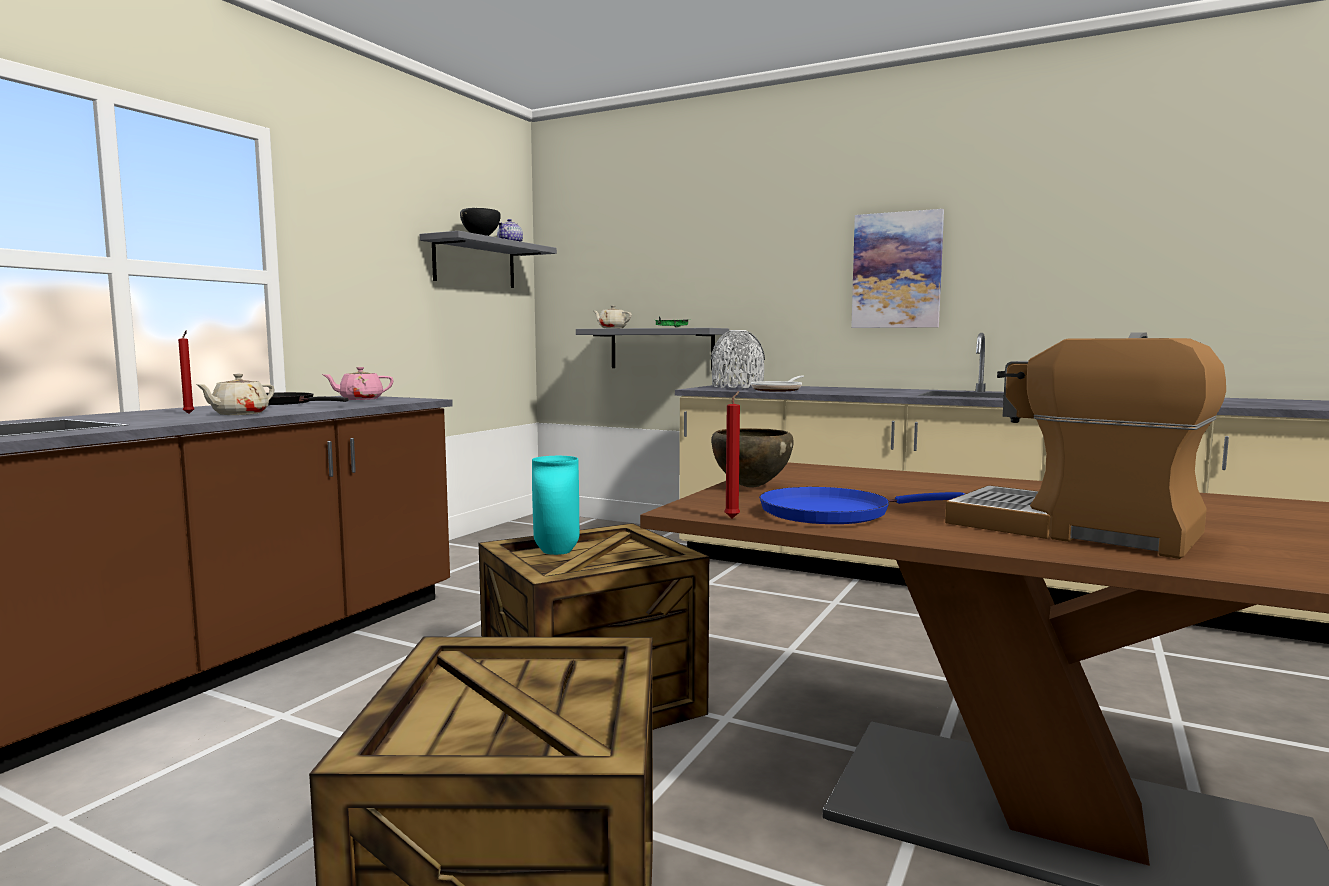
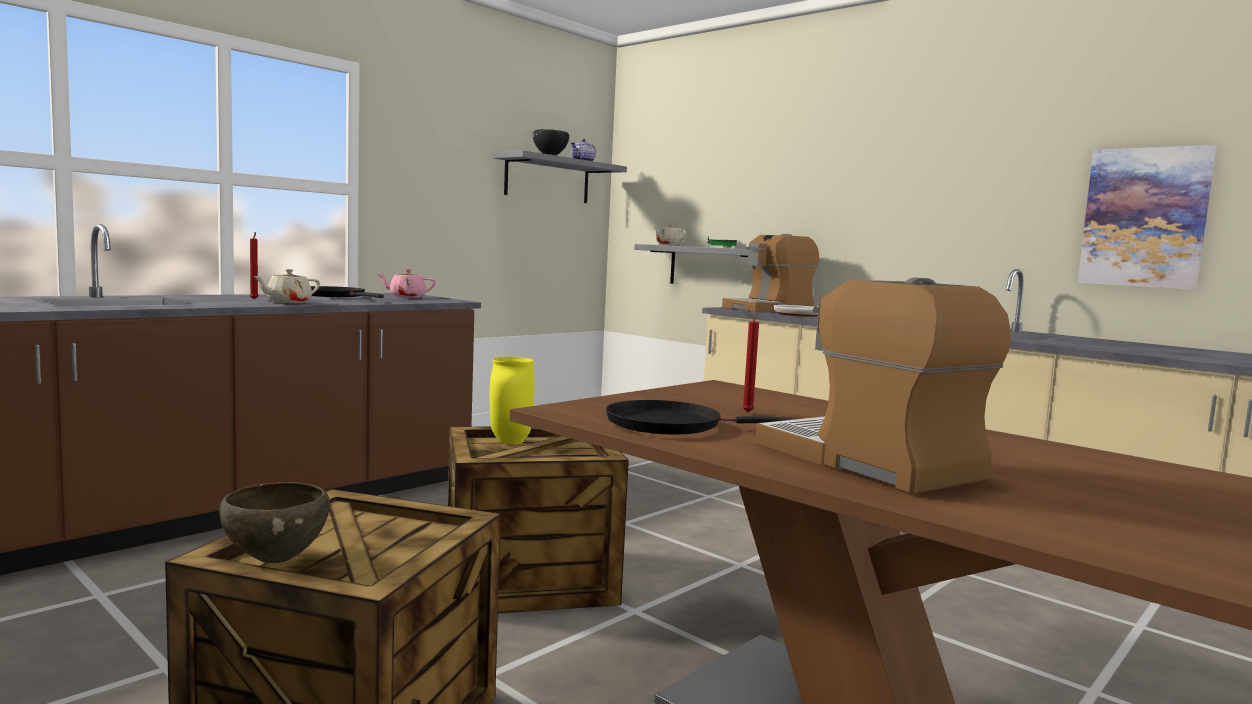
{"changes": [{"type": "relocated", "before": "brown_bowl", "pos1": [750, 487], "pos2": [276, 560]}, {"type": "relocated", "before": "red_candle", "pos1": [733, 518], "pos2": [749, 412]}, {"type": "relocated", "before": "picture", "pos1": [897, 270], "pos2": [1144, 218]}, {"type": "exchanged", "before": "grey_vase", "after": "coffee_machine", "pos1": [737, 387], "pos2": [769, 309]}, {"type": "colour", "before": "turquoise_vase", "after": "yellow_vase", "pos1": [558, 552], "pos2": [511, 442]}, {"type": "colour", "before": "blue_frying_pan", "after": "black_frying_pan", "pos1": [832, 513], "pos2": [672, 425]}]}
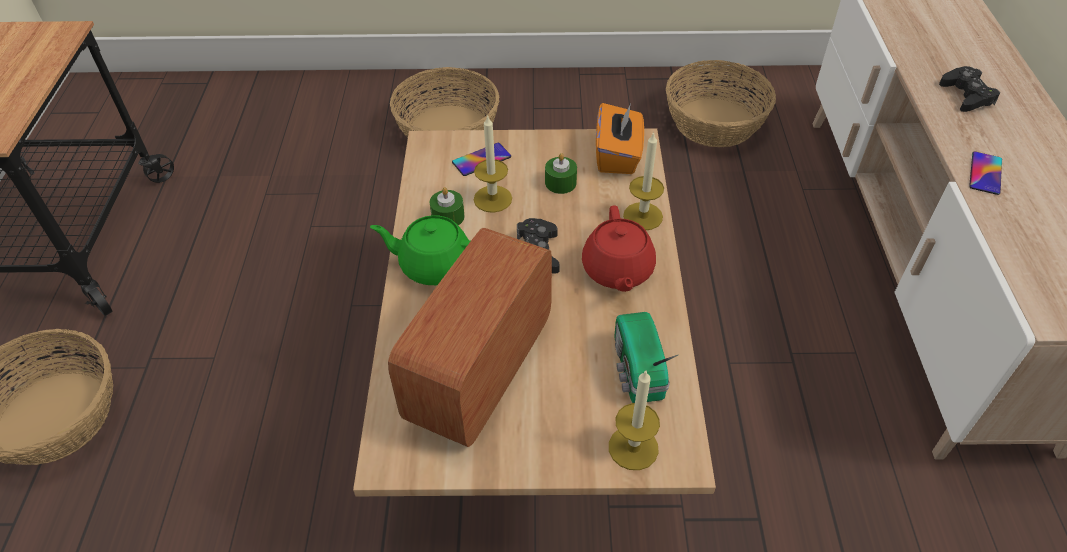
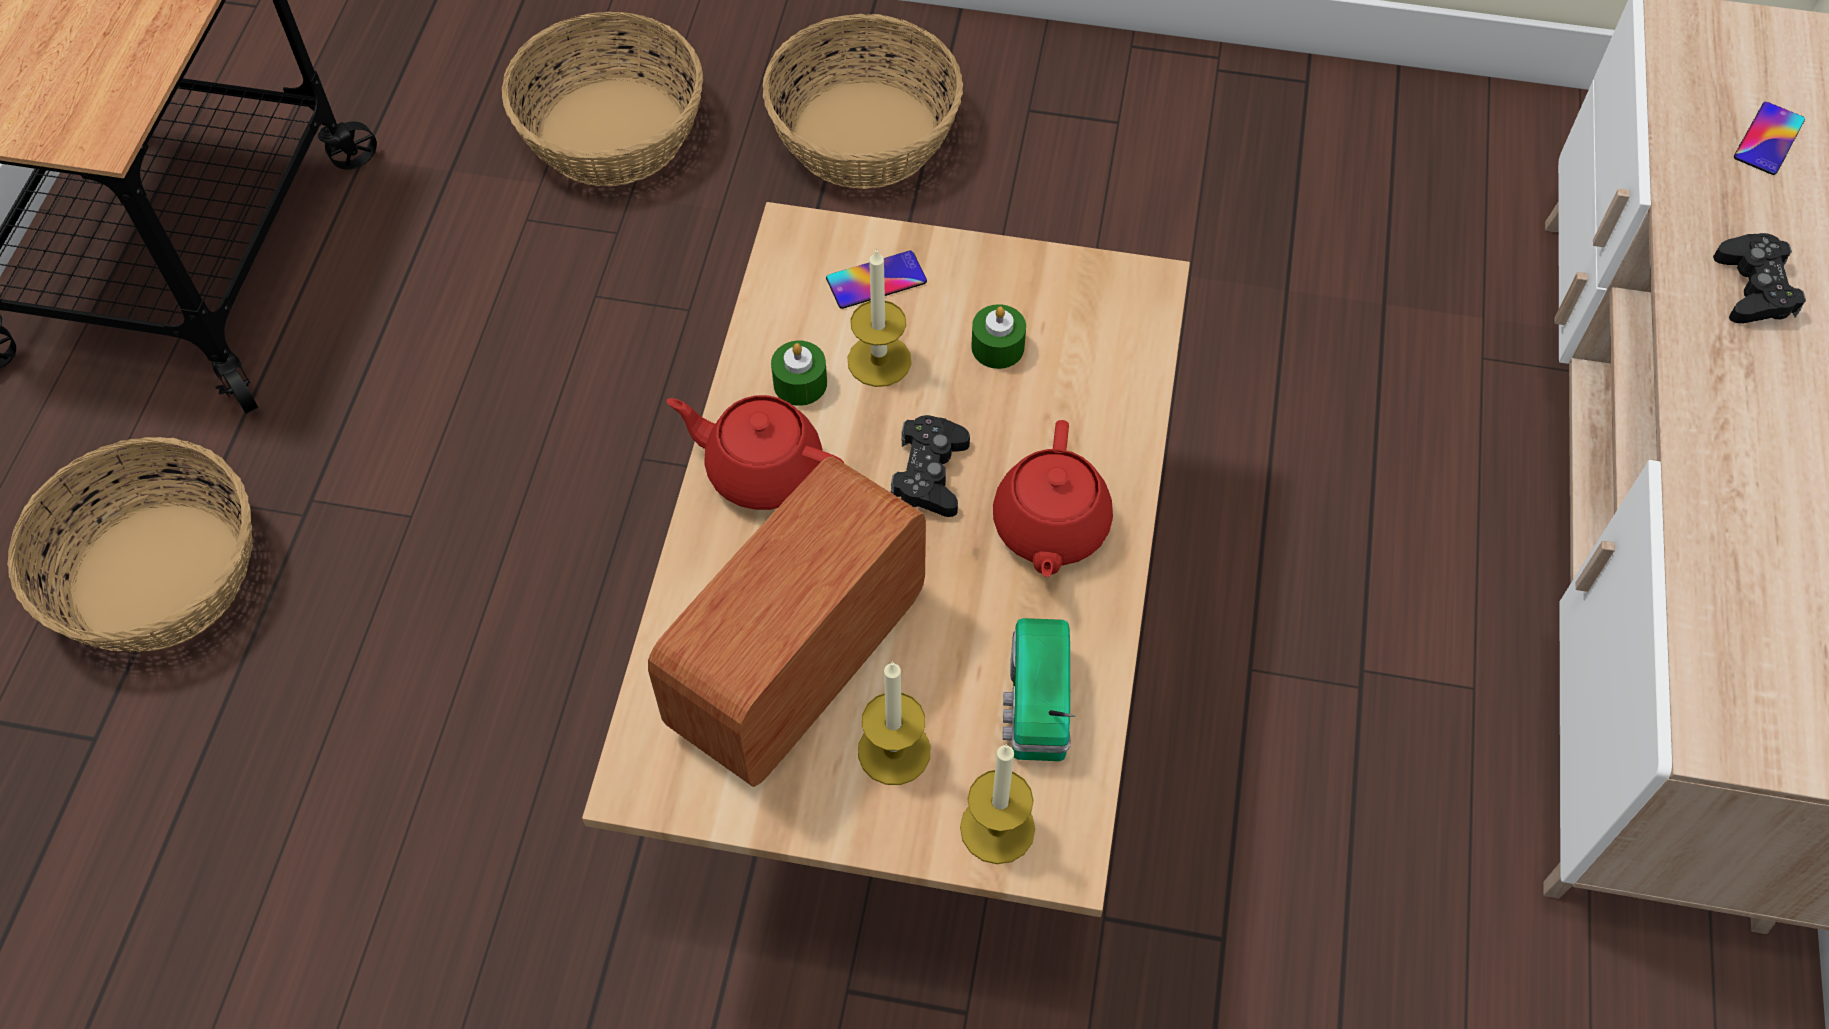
{"changes": [{"type": "missing", "before": "orange_tissue_box", "pos1": [618, 156]}, {"type": "relocated", "before": "candle", "pos1": [643, 216], "pos2": [894, 751]}, {"type": "relocated", "before": "basket", "pos1": [714, 122], "pos2": [612, 131]}, {"type": "relocated", "before": "phone", "pos1": [985, 173], "pos2": [1768, 139]}, {"type": "colour", "before": "green_teapot", "after": "red_teapot", "pos1": [434, 265], "pos2": [762, 469]}]}
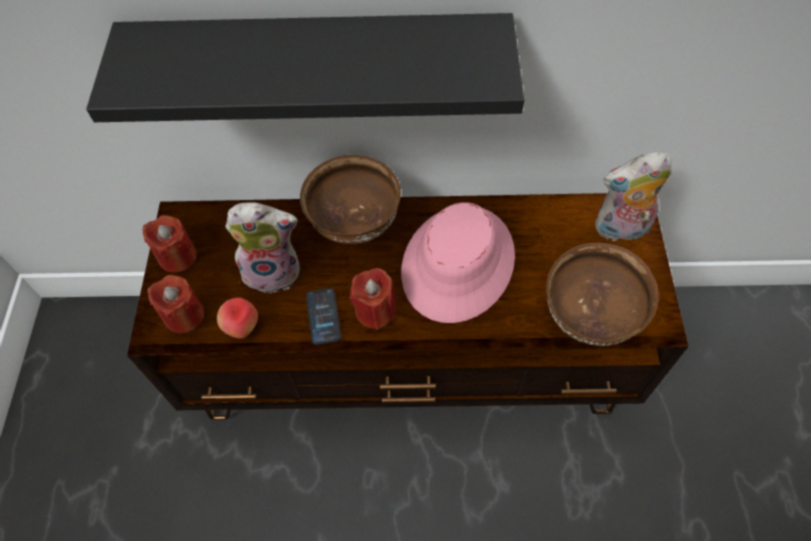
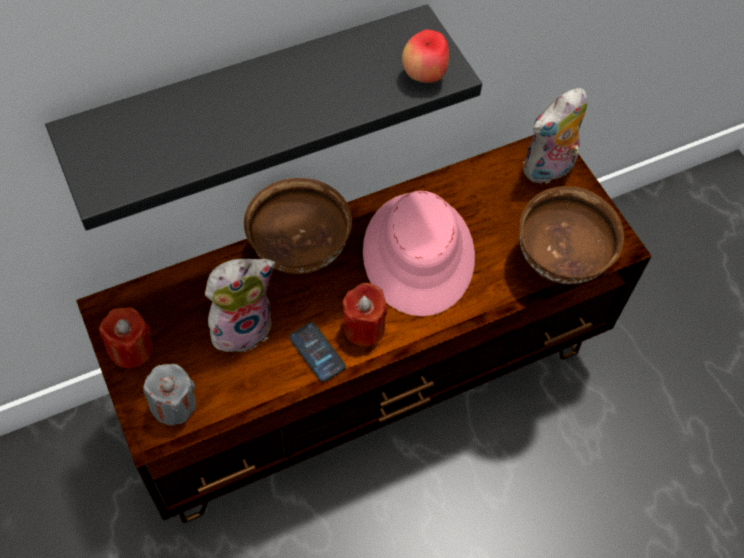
{"changes": [{"type": "relocated", "before": "apple", "pos1": [242, 327], "pos2": [424, 76]}, {"type": "colour", "before": "red_candle", "after": "grey_candle", "pos1": [184, 315], "pos2": [174, 405]}]}
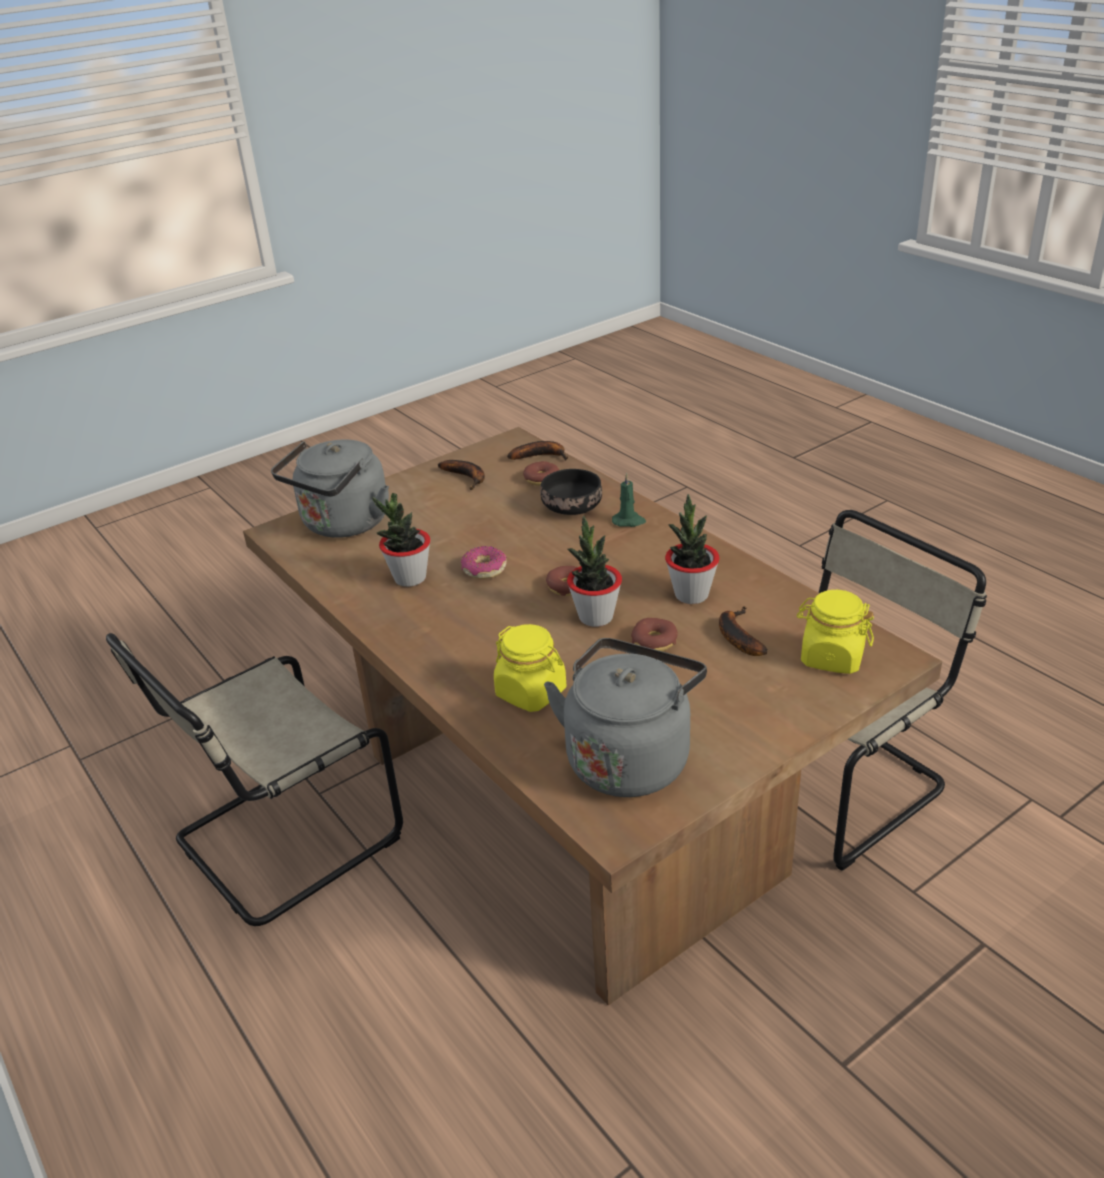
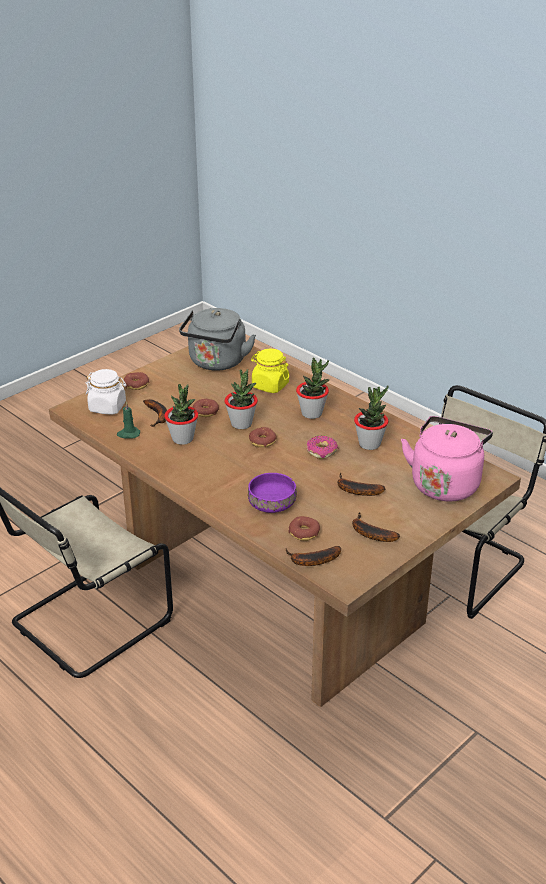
{"changes": [{"type": "appeared", "after": "donut", "pos2": [136, 384]}, {"type": "appeared", "after": "potted_plant", "pos2": [312, 413]}, {"type": "appeared", "after": "banana", "pos2": [355, 490]}, {"type": "relocated", "before": "green_candle", "pos1": [629, 521], "pos2": [128, 434]}, {"type": "colour", "before": "grey_kettle", "after": "pink_kettle", "pos1": [343, 525], "pos2": [445, 483]}, {"type": "colour", "before": "black_bowl", "after": "purple_bowl", "pos1": [573, 507], "pos2": [270, 504]}, {"type": "colour", "before": "yellow_jar", "after": "white_jar", "pos1": [831, 657], "pos2": [108, 407]}]}
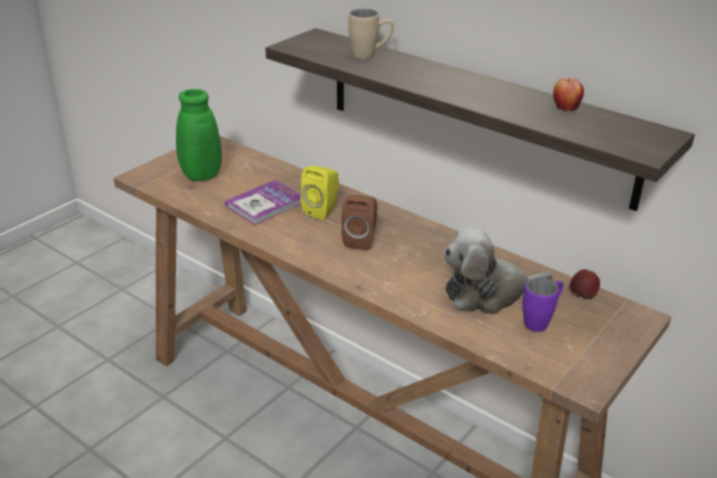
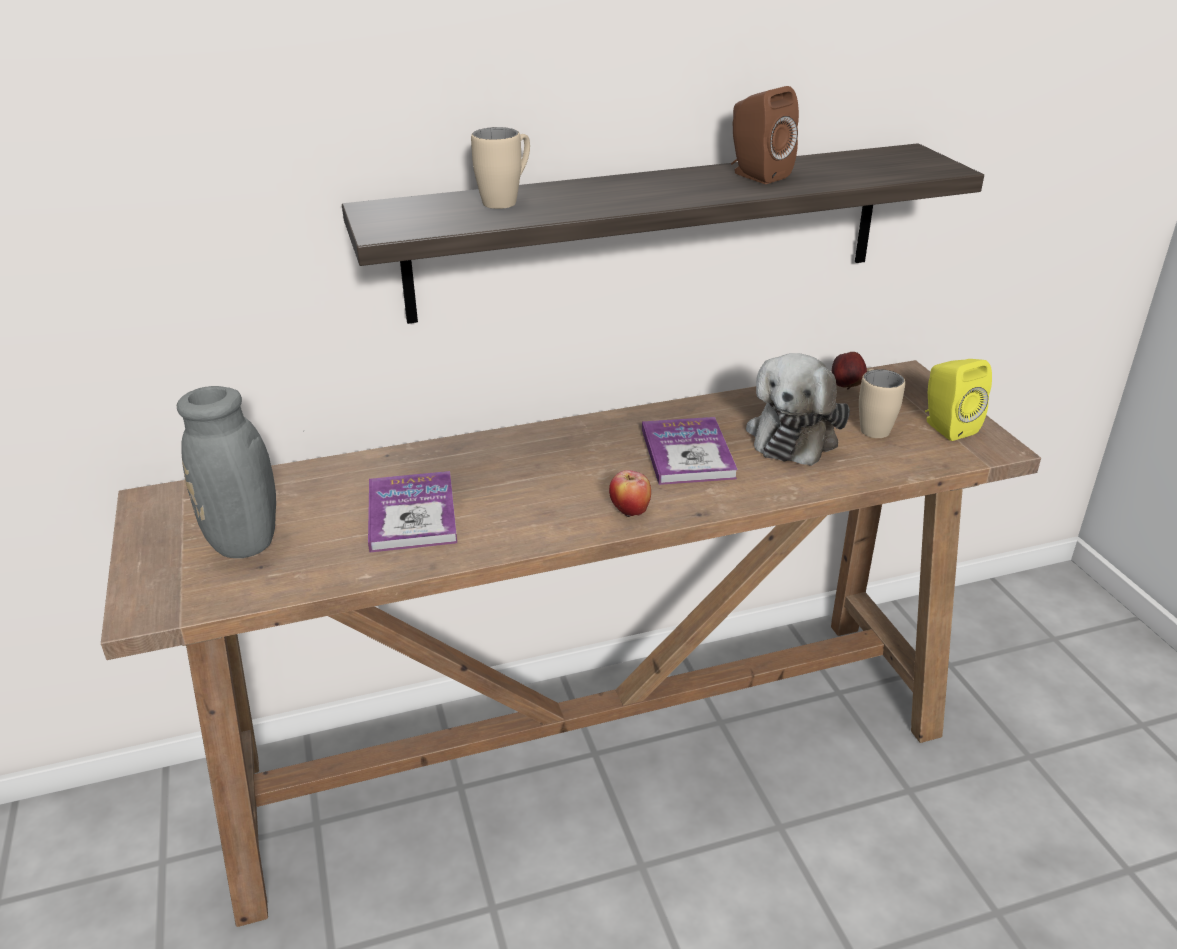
{"changes": [{"type": "appeared", "after": "book", "pos2": [687, 453]}, {"type": "relocated", "before": "yellow_speaker", "pos1": [322, 210], "pos2": [946, 427]}, {"type": "relocated", "before": "brown_speaker", "pos1": [361, 240], "pos2": [756, 175]}, {"type": "relocated", "before": "apple", "pos1": [565, 109], "pos2": [629, 511]}, {"type": "colour", "before": "green_vase", "after": "grey_vase", "pos1": [200, 177], "pos2": [248, 548]}, {"type": "colour", "before": "purple_mug", "after": "beige_mug", "pos1": [541, 321], "pos2": [871, 426]}]}
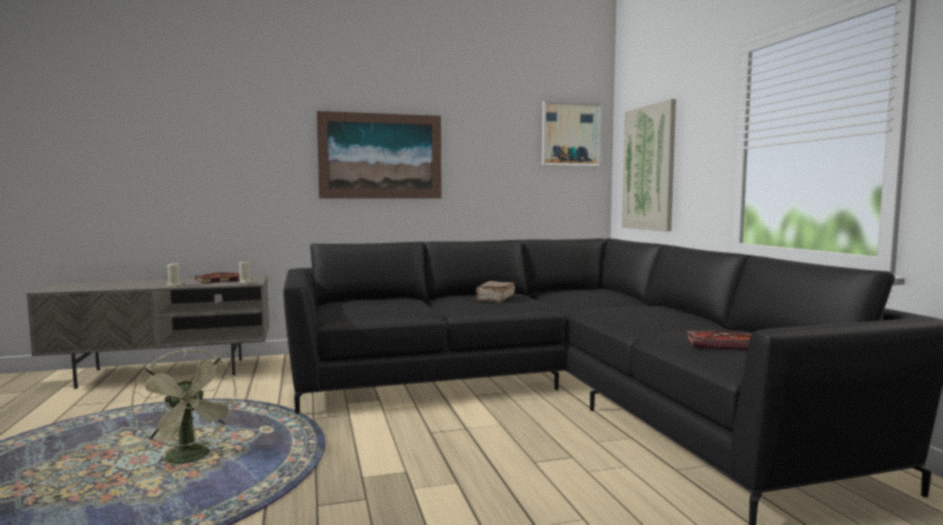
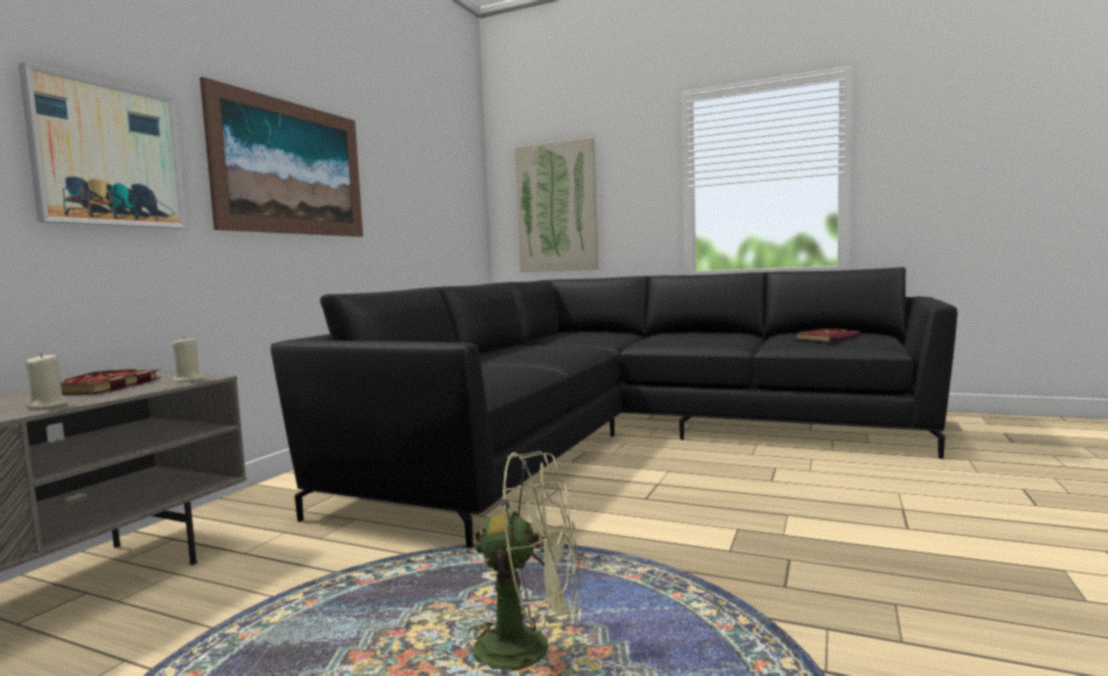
{"changes": [{"type": "missing", "before": "brown_book", "pos1": [495, 299]}, {"type": "relocated", "before": "picture", "pos1": [570, 134], "pos2": [108, 155]}]}
